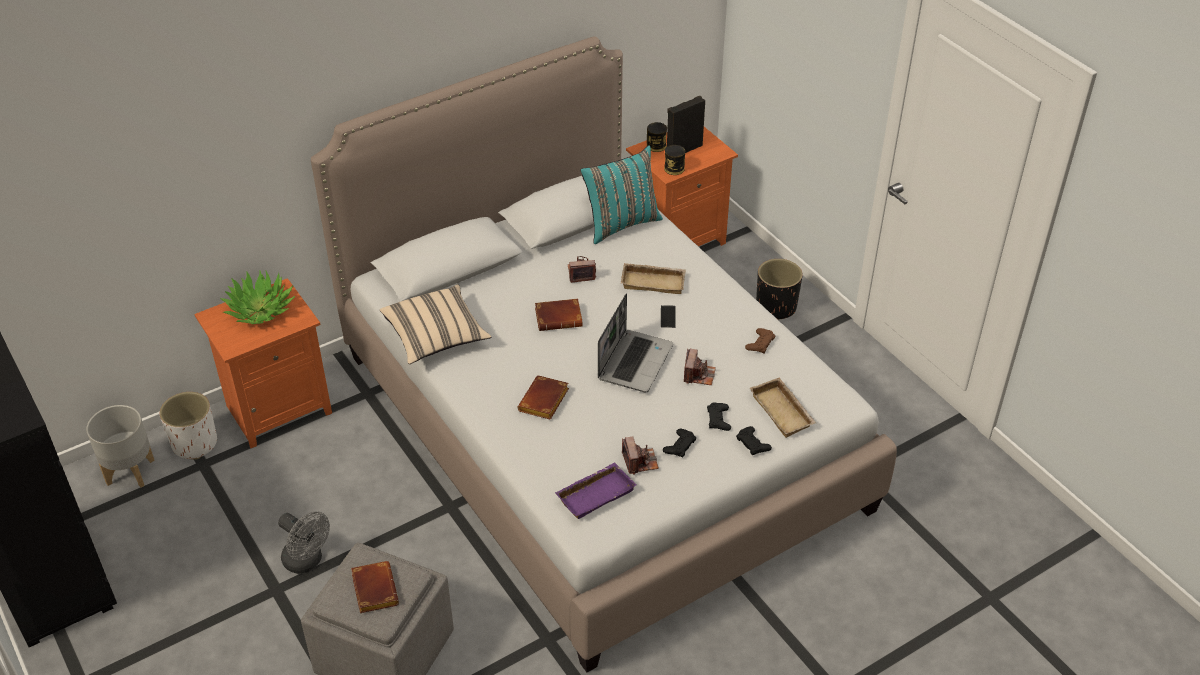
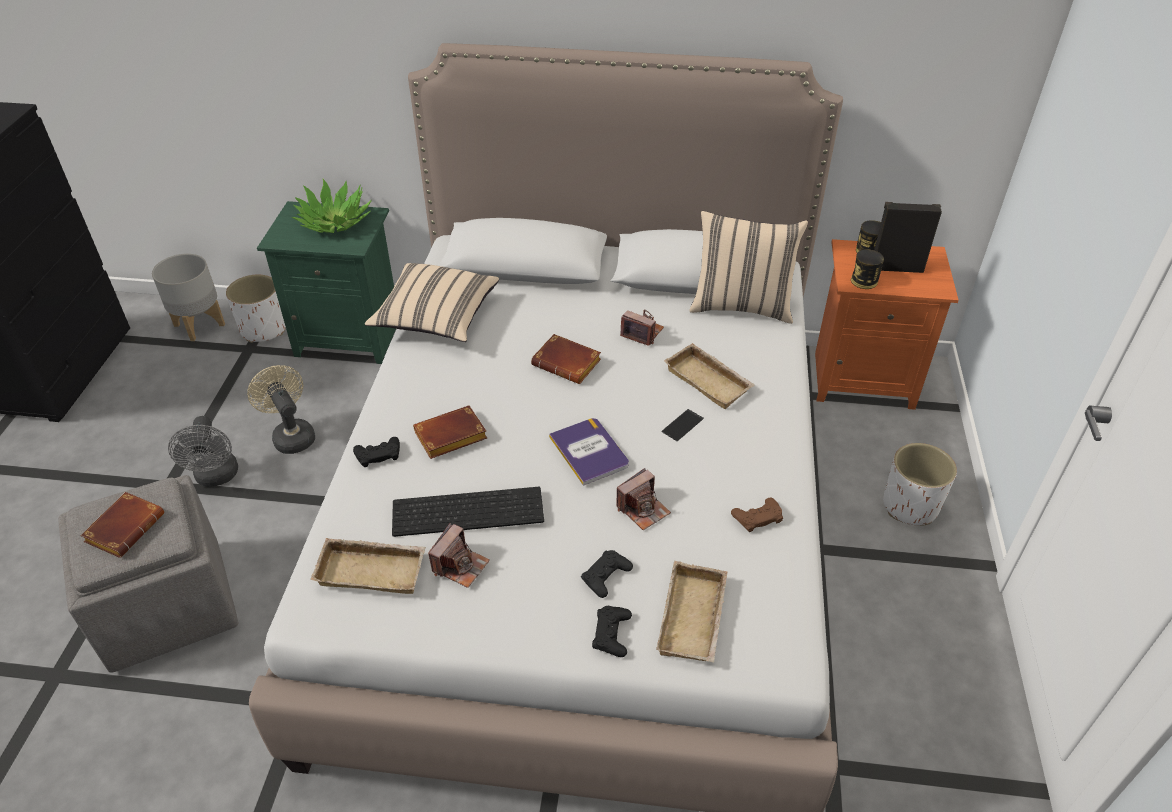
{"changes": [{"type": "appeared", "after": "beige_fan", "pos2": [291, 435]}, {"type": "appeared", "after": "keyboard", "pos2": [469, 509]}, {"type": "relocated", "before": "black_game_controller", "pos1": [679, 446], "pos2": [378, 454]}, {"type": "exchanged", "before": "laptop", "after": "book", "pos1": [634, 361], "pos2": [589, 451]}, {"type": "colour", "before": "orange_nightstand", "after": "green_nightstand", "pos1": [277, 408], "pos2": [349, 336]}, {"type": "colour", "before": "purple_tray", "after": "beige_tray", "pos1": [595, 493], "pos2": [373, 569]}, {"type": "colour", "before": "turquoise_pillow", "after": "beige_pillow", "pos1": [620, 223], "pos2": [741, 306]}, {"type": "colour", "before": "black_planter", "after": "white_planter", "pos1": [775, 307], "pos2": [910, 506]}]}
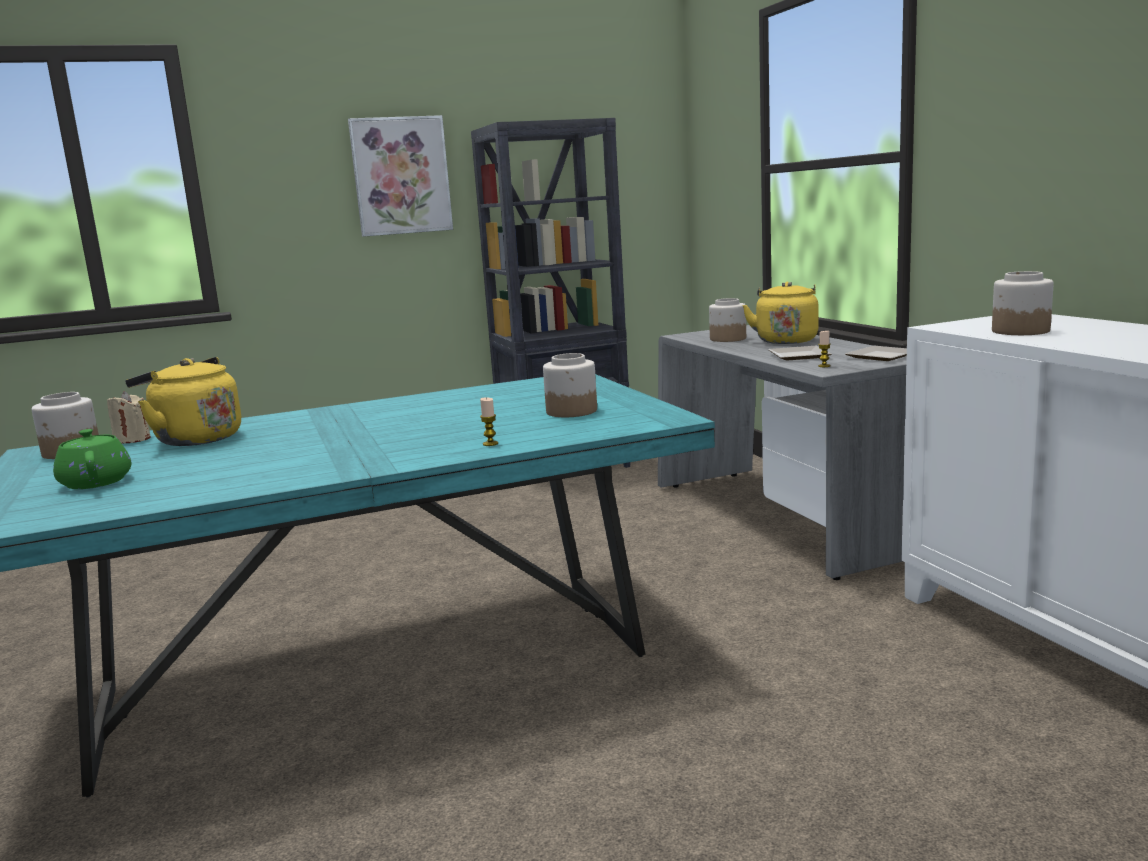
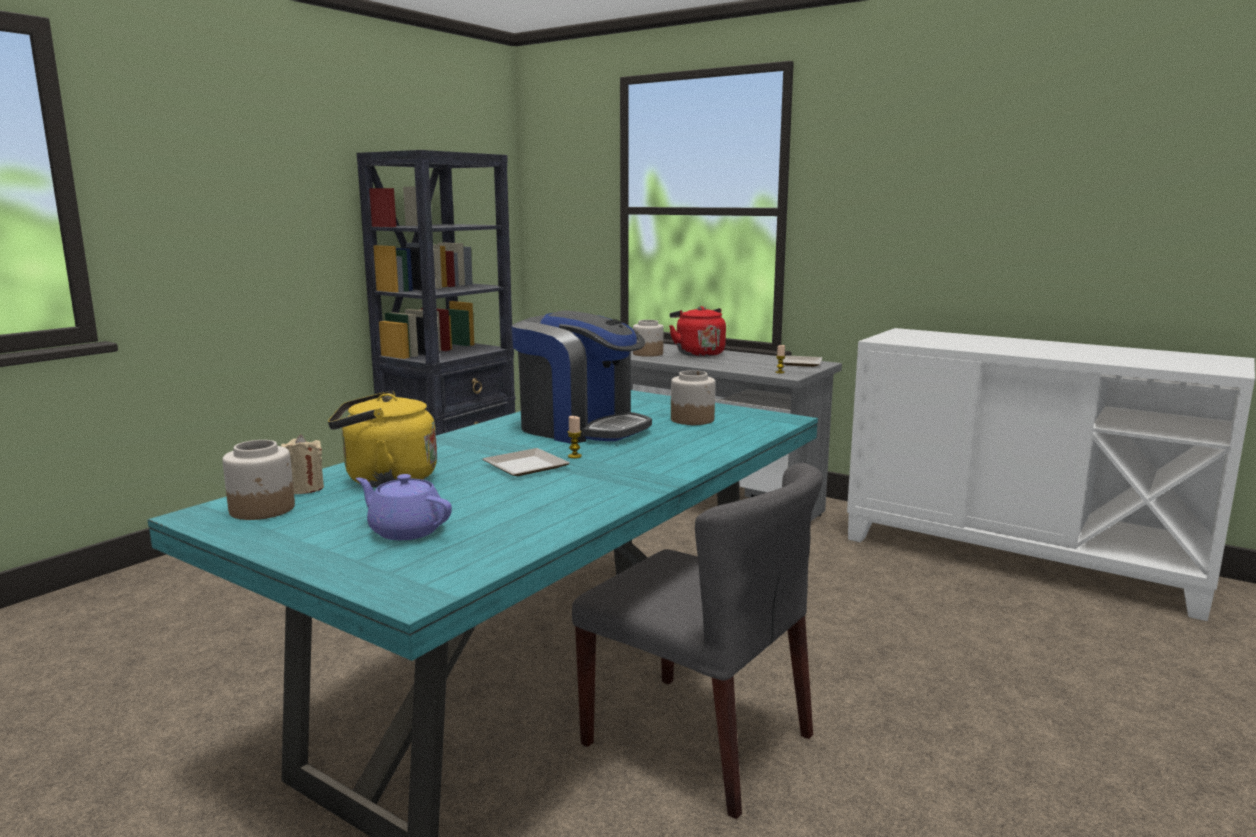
{"changes": [{"type": "missing", "before": "picture", "pos1": [401, 176]}, {"type": "missing", "before": "jar", "pos1": [1020, 331]}, {"type": "appeared", "after": "coffee_machine", "pos2": [581, 428]}, {"type": "appeared", "after": "grey_chair", "pos2": [699, 740]}, {"type": "relocated", "before": "candle", "pos1": [490, 444], "pos2": [574, 456]}, {"type": "relocated", "before": "plate", "pos1": [797, 356], "pos2": [525, 467]}, {"type": "colour", "before": "green_teapot", "after": "purple_teapot", "pos1": [96, 482], "pos2": [405, 530]}, {"type": "colour", "before": "yellow_kettle", "after": "red_kettle", "pos1": [786, 340], "pos2": [698, 353]}]}
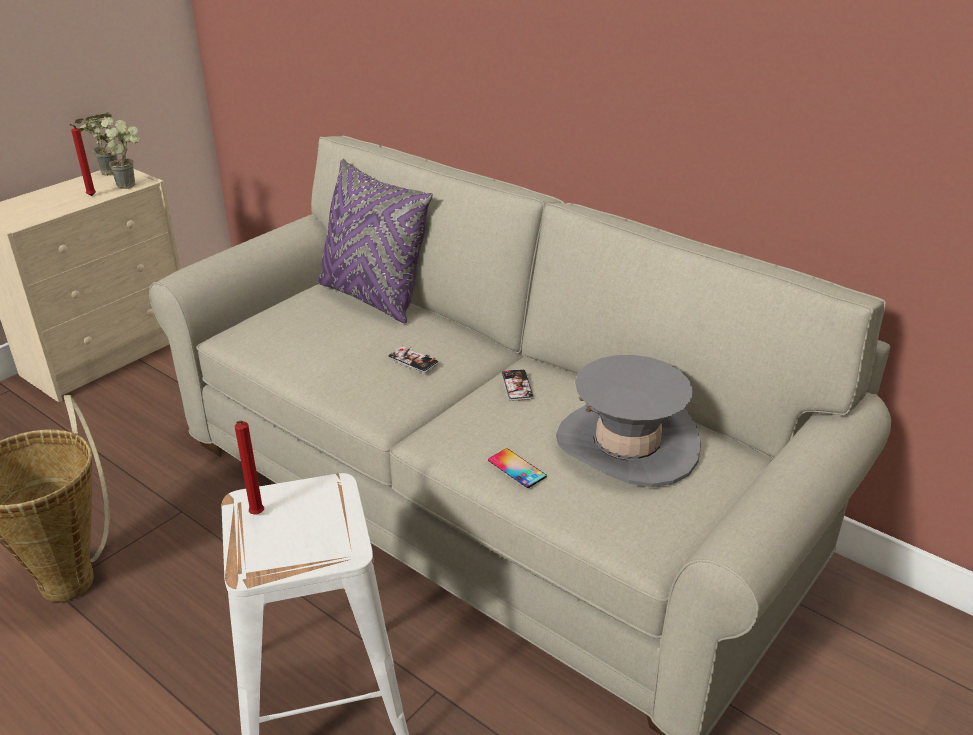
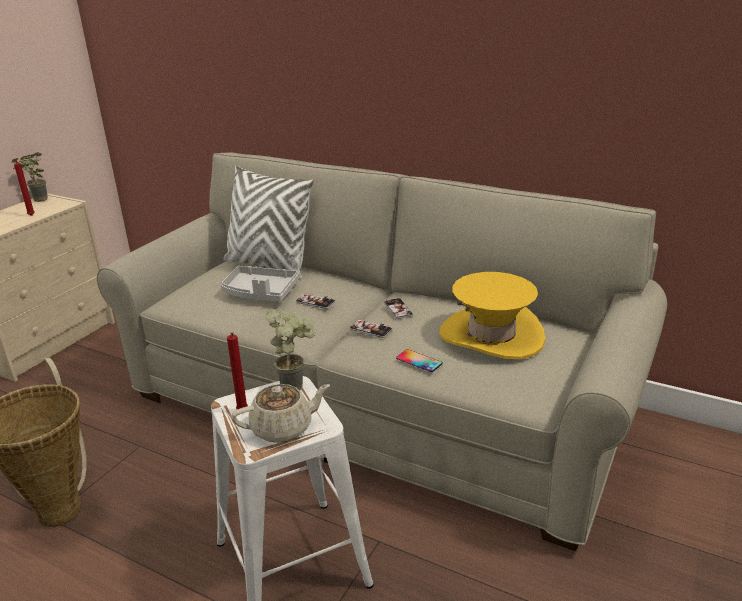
{"changes": [{"type": "appeared", "after": "grey_tray", "pos2": [260, 293]}, {"type": "appeared", "after": "beige_teapot", "pos2": [283, 428]}, {"type": "appeared", "after": "phone", "pos2": [370, 329]}, {"type": "relocated", "before": "potted_plant", "pos1": [132, 185], "pos2": [297, 384]}, {"type": "colour", "before": "purple_pillow", "after": "white_pillow", "pos1": [372, 298], "pos2": [269, 266]}, {"type": "colour", "before": "grey_hat", "after": "yellow_hat", "pos1": [627, 444], "pos2": [491, 335]}]}
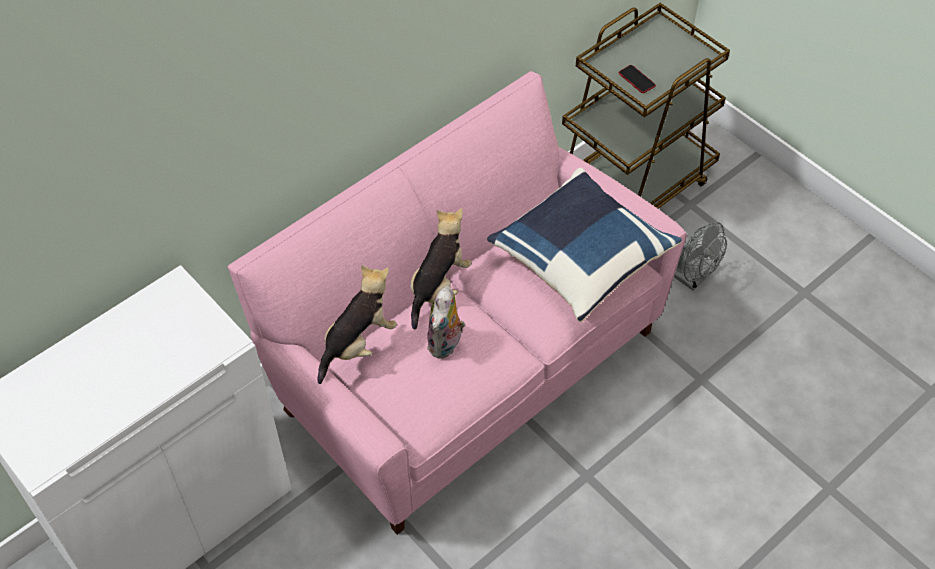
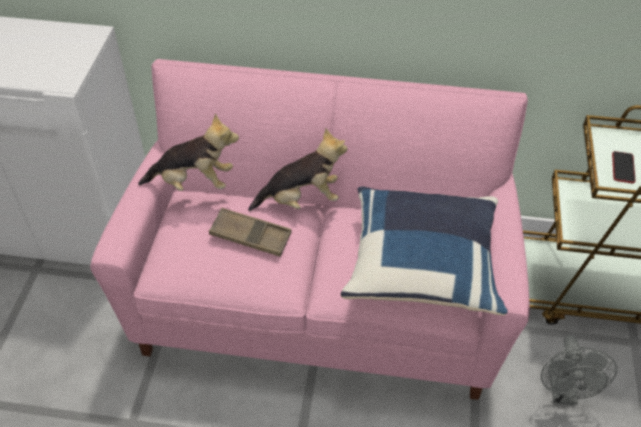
{"changes": [{"type": "exchanged", "before": "plush_toy", "after": "brown_tray", "pos1": [446, 344], "pos2": [250, 236]}]}
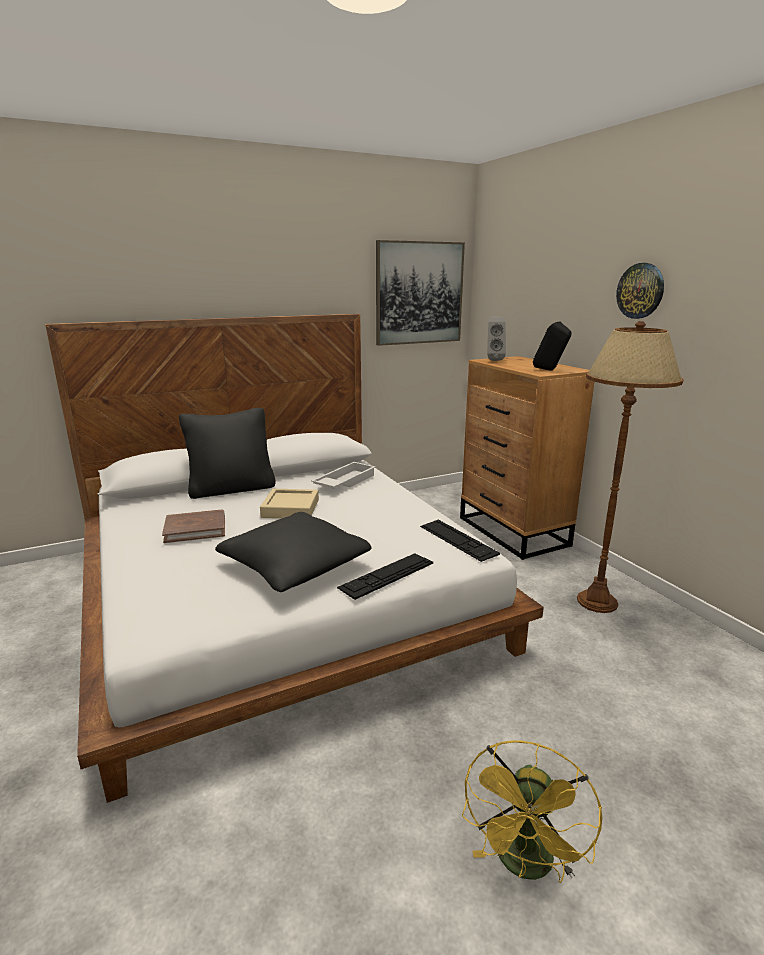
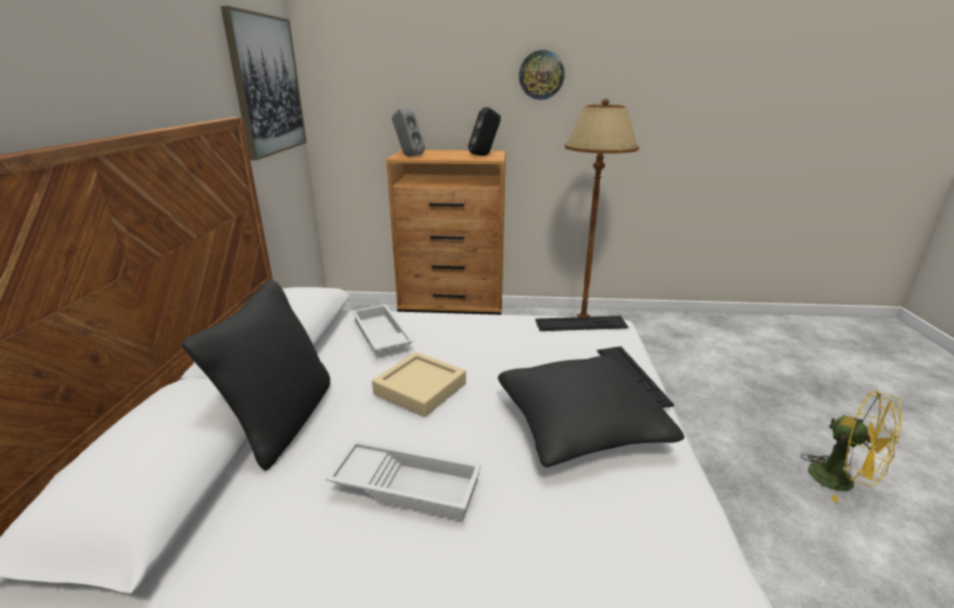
{"changes": [{"type": "exchanged", "before": "brown_book", "after": "white_tray", "pos1": [195, 529], "pos2": [408, 485]}]}
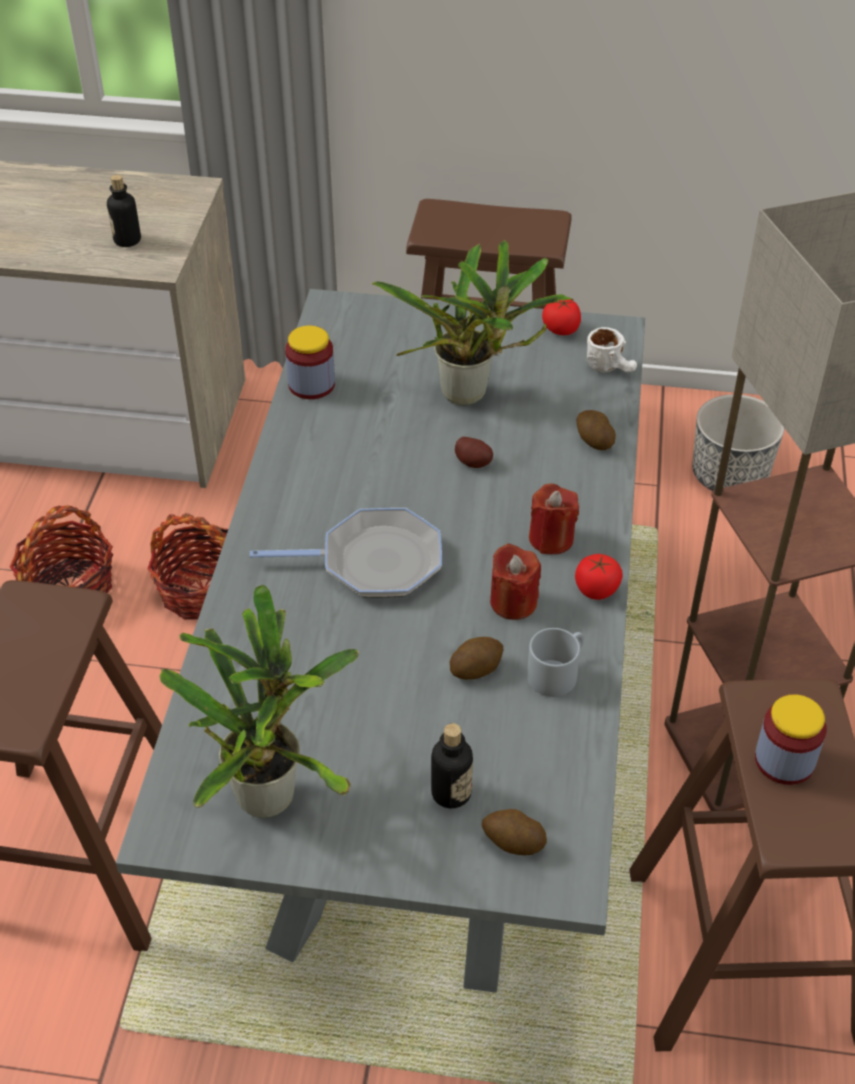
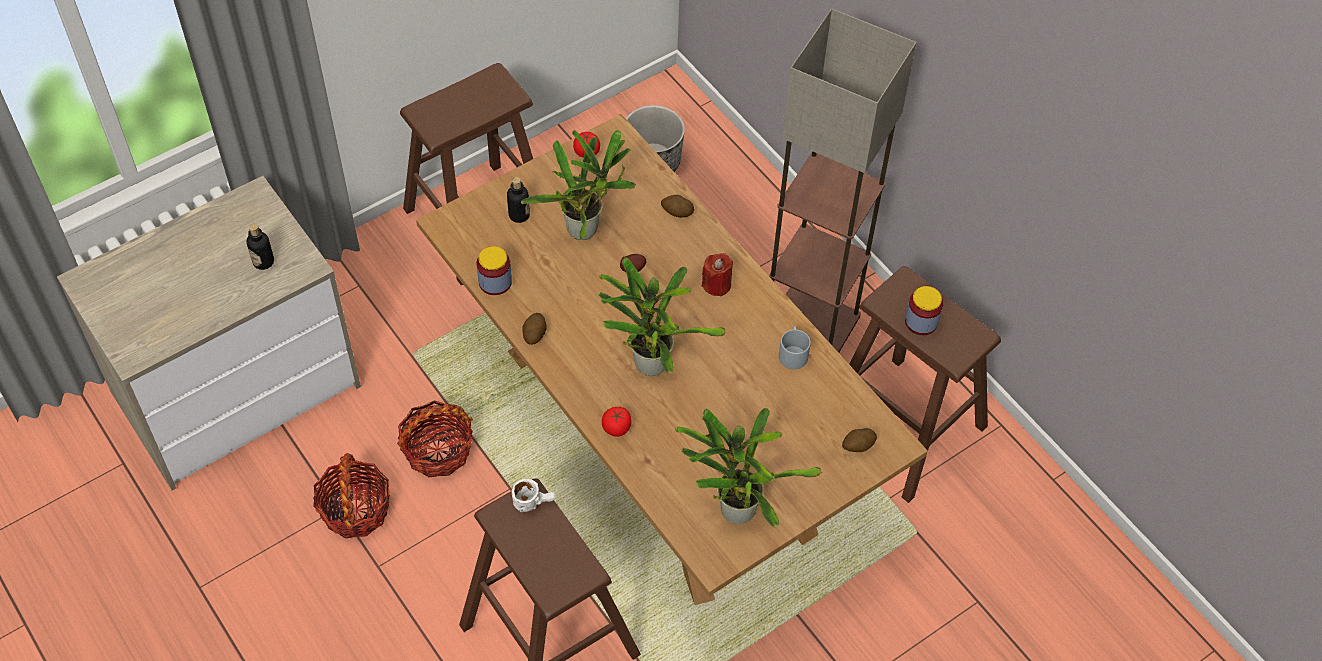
{"changes": [{"type": "missing", "before": "red_candle", "pos1": [513, 602]}, {"type": "relocated", "before": "bottle", "pos1": [451, 793], "pos2": [519, 215]}, {"type": "relocated", "before": "potato", "pos1": [476, 668], "pos2": [534, 334]}, {"type": "relocated", "before": "tomato", "pos1": [596, 589], "pos2": [616, 428]}, {"type": "relocated", "before": "white_mug", "pos1": [612, 368], "pos2": [534, 501]}, {"type": "exchanged", "before": "frying_pan", "after": "potted_plant", "pos1": [374, 562], "pos2": [649, 360]}, {"type": "colour", "before": "grey_dining_table", "after": "brown_dining_table", "pos1": [431, 743], "pos2": [659, 439]}]}
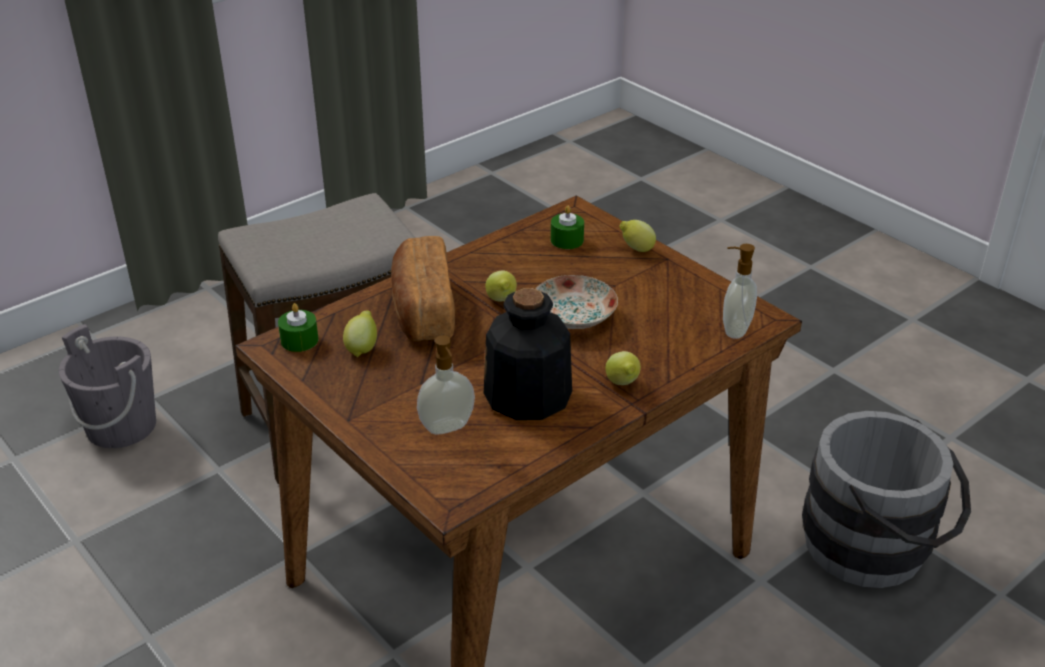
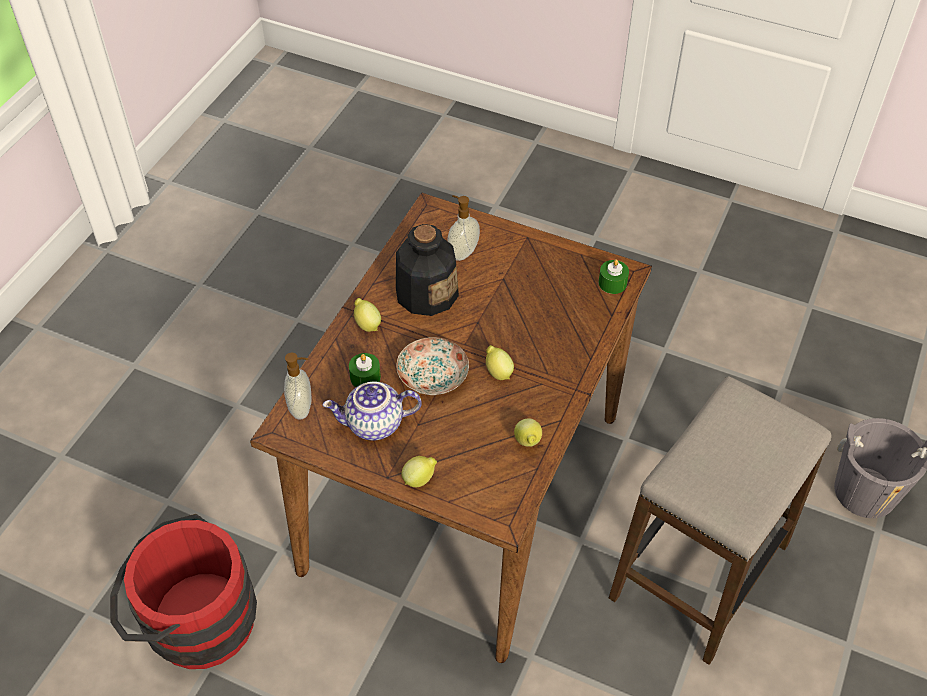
{"changes": [{"type": "missing", "before": "bread", "pos1": [422, 309]}, {"type": "appeared", "after": "teapot", "pos2": [374, 425]}, {"type": "relocated", "before": "lemon", "pos1": [362, 348], "pos2": [527, 442]}, {"type": "relocated", "before": "green_candle", "pos1": [567, 240], "pos2": [365, 377]}, {"type": "colour", "before": "grey_bucket", "after": "red_bucket", "pos1": [876, 548], "pos2": [192, 620]}]}
